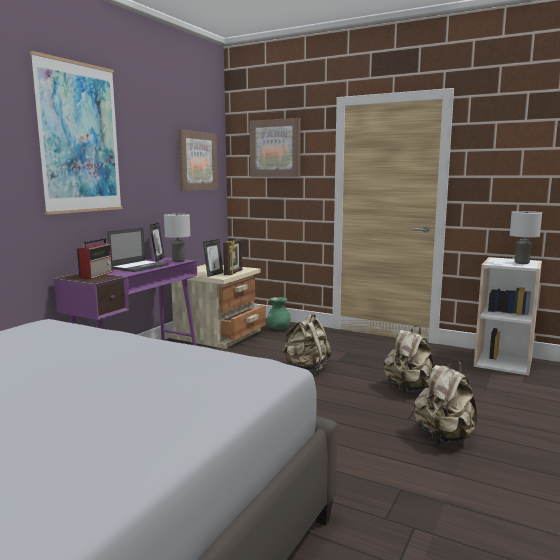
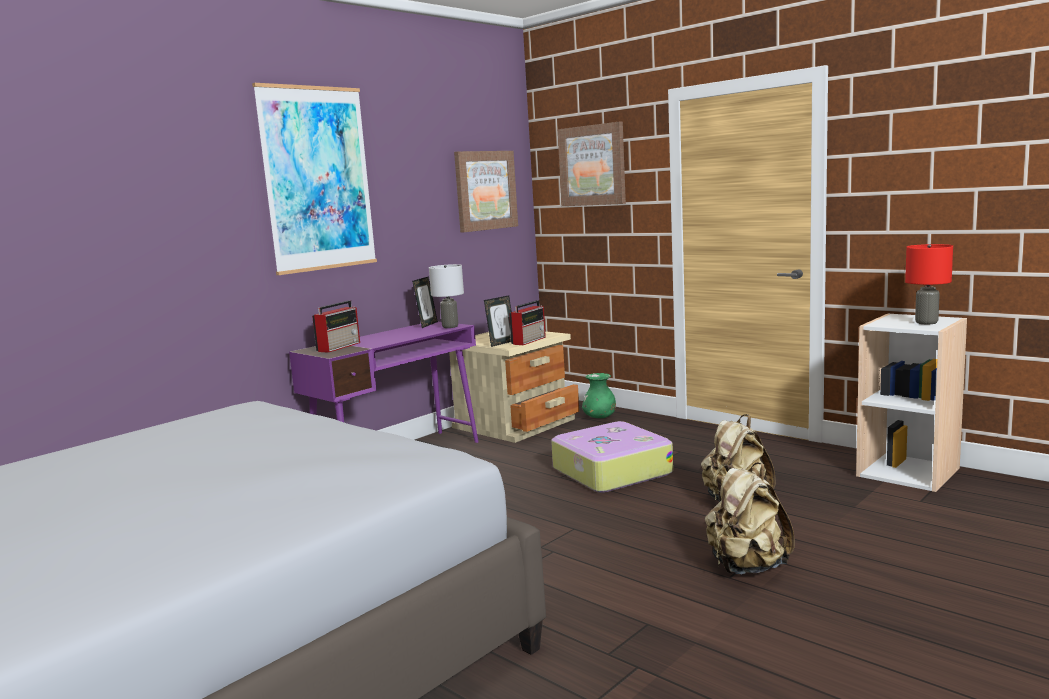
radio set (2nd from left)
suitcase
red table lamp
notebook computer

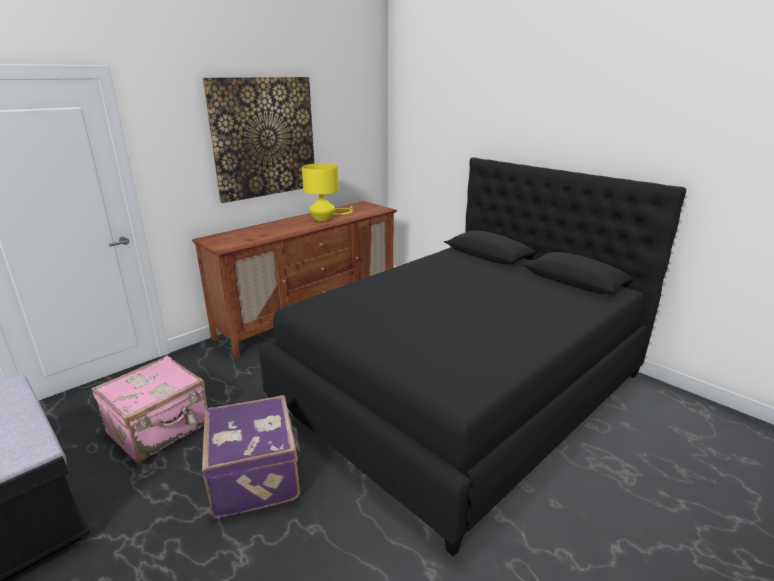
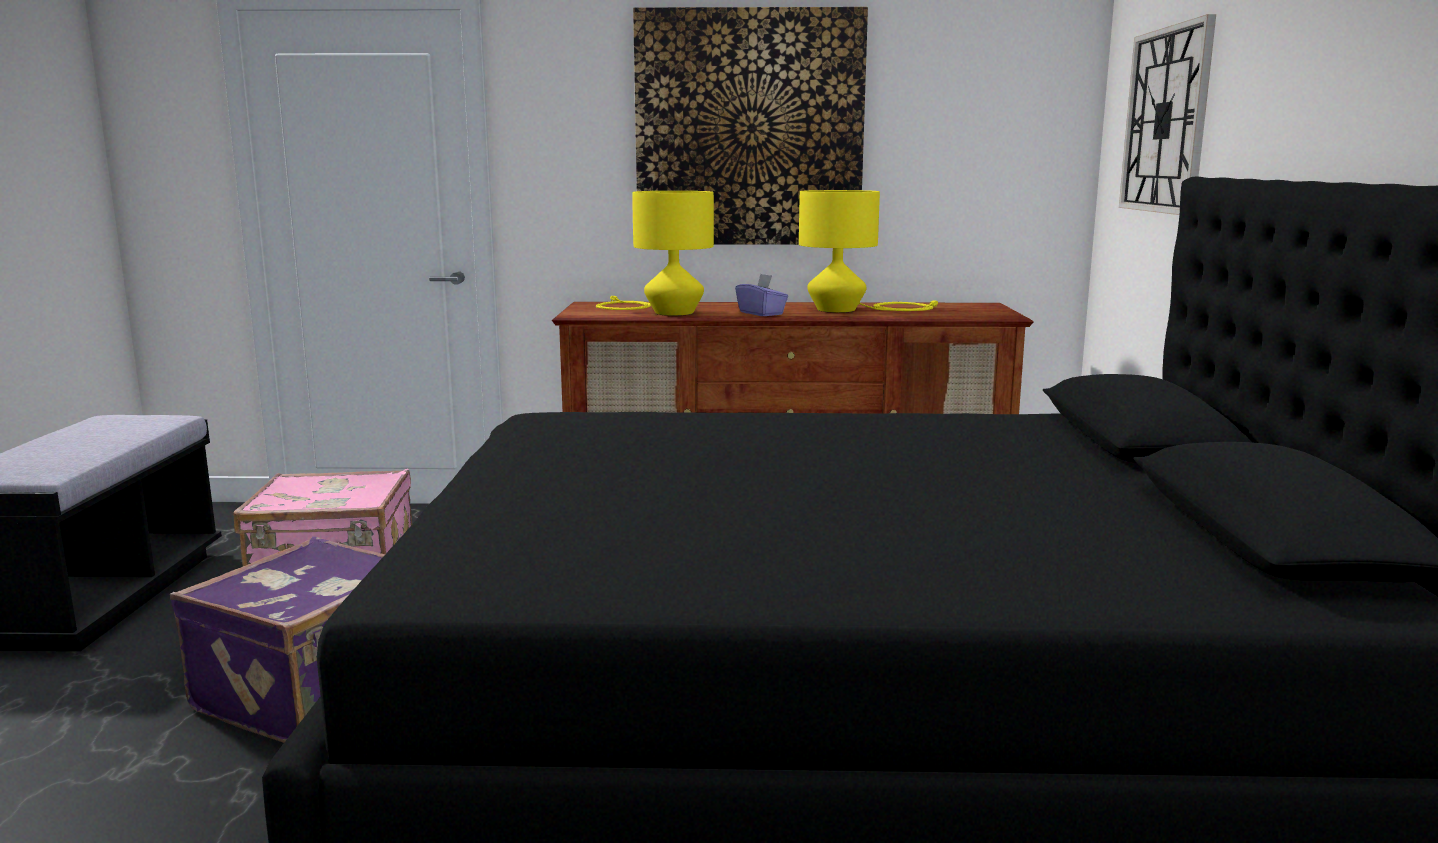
yellowish table lamp (1st from left)
purplish tissue box
hanging clock

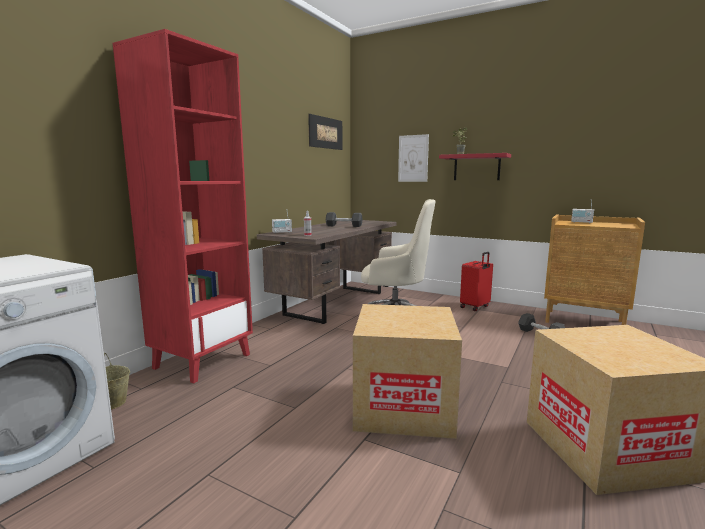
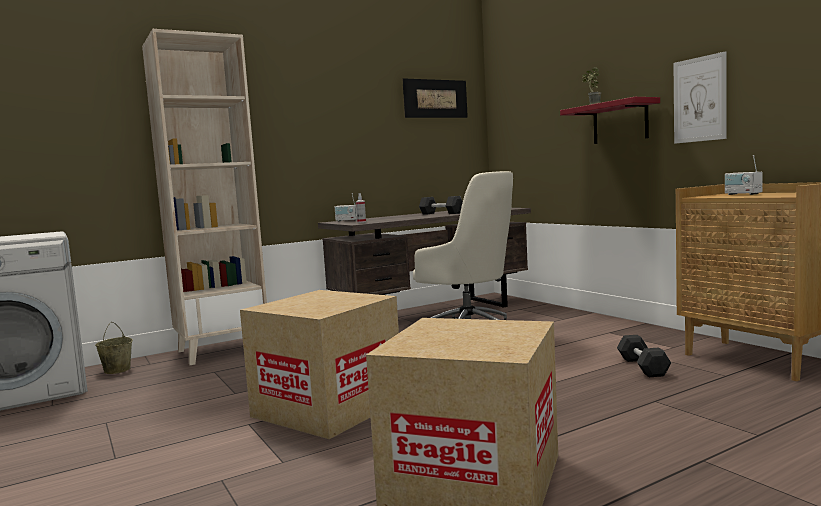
beige bookcase
picture (2nd from left)
red suitcase

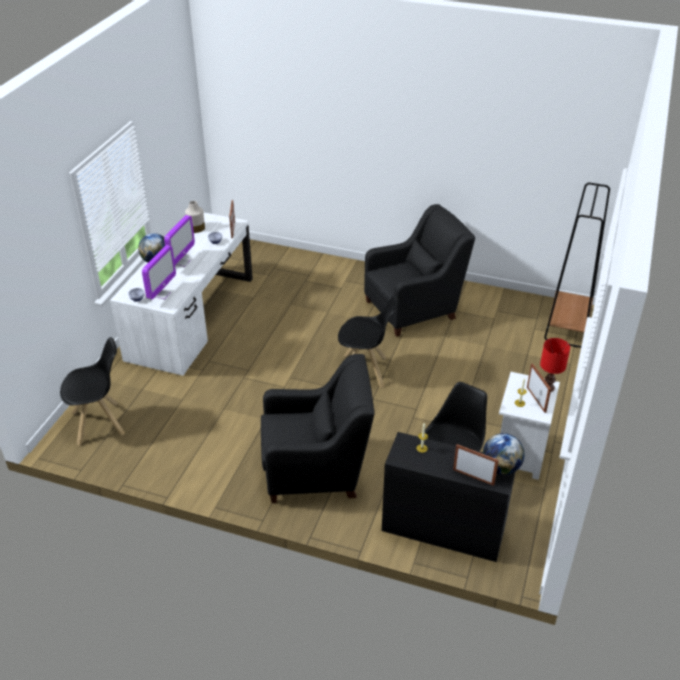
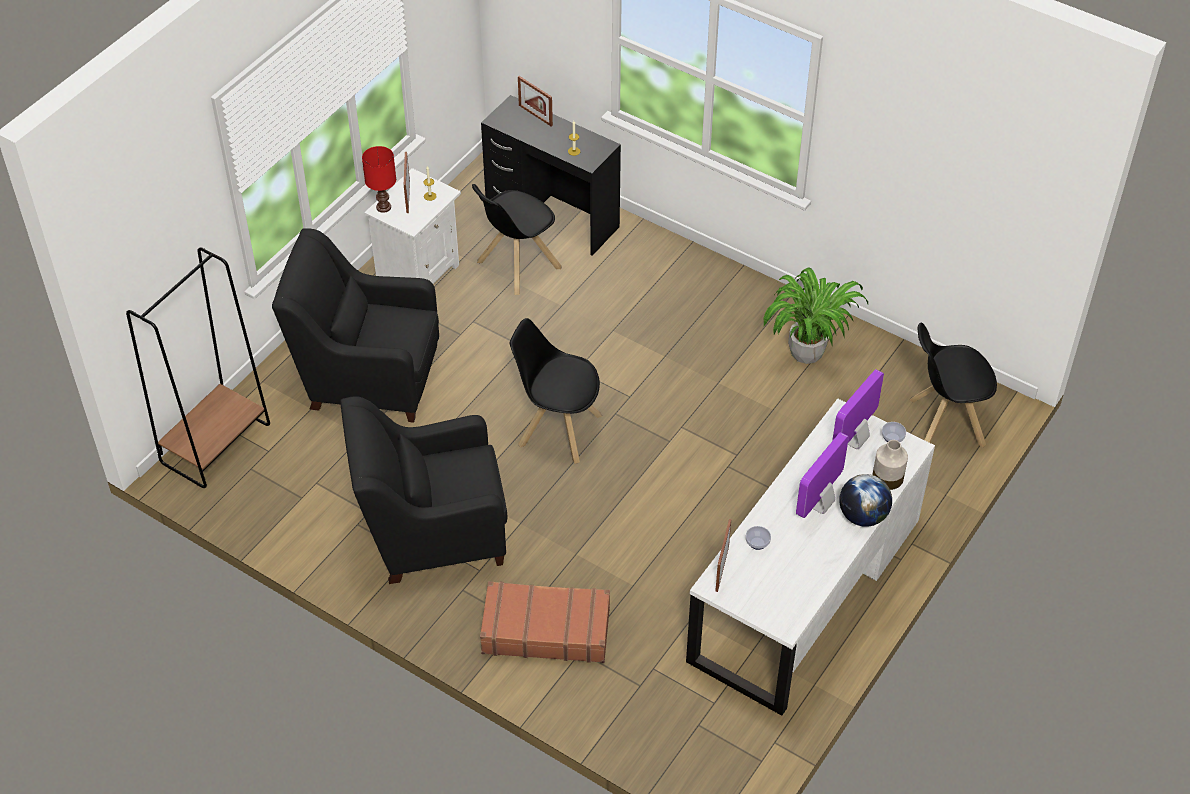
black easy chair (1st from left)
brownish suitcase
potted plant
beige vase
desk globe (2nd from left in the first image)

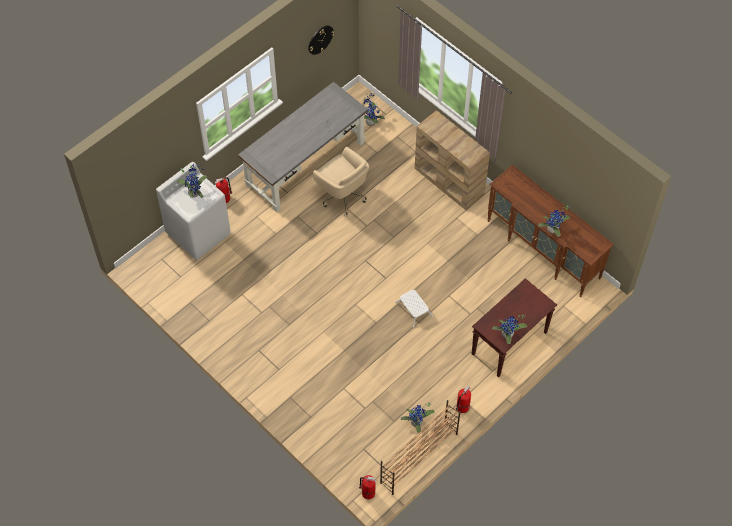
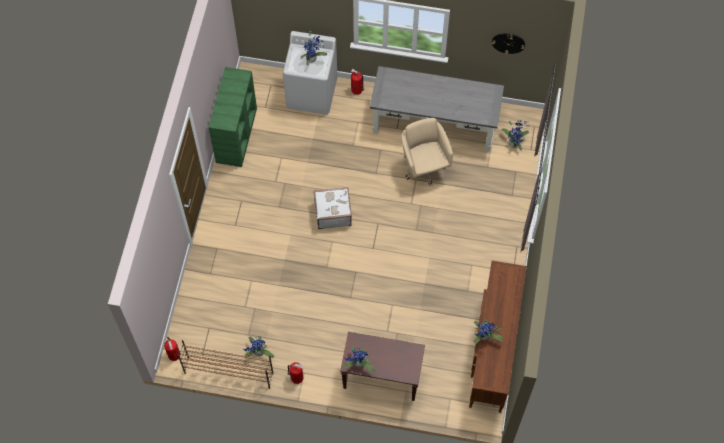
green bookcase
white-coloured suitcase
beige desk chair
white-coloured step stool
brownish bookcase

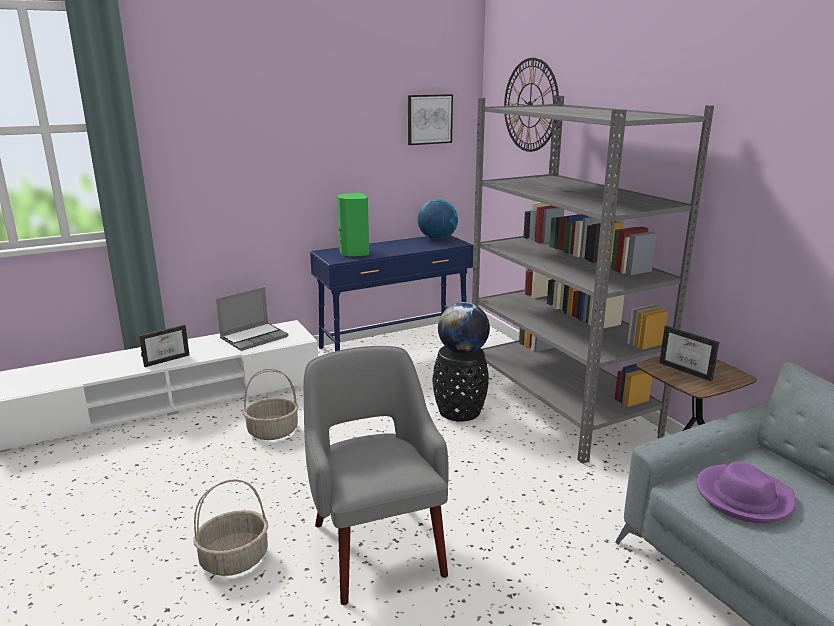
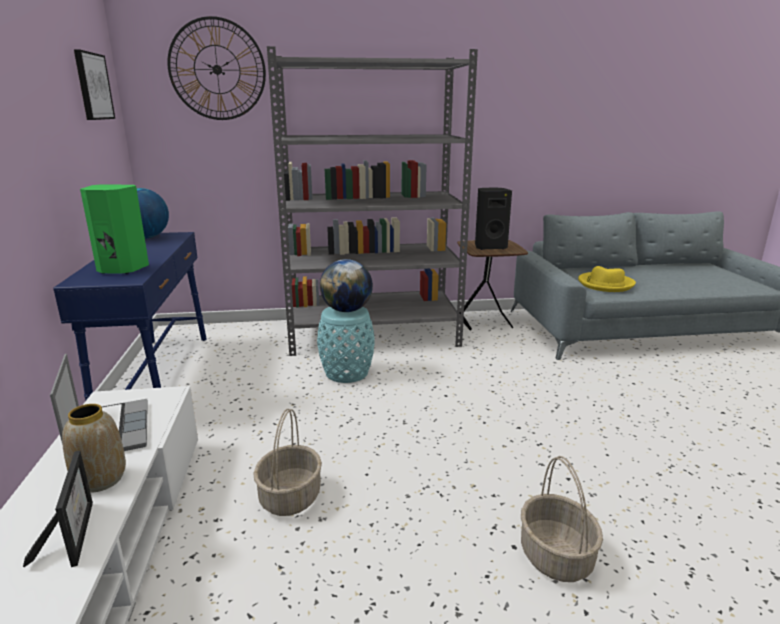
vase
turquoise stool
black audio speaker
yellowish hat
grey easy chair

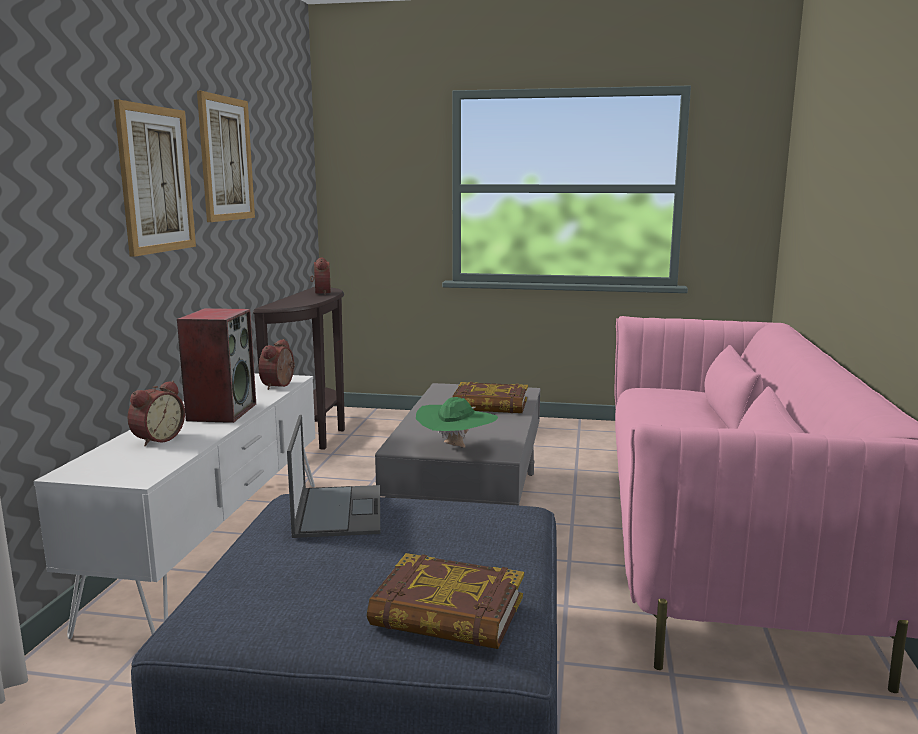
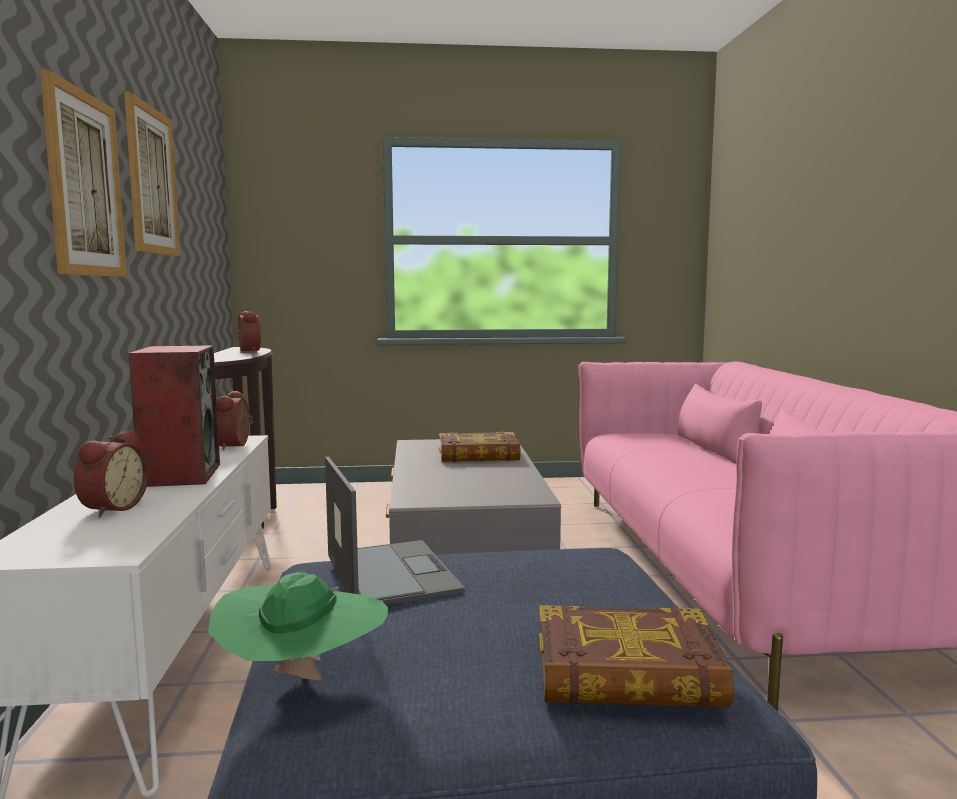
green hat

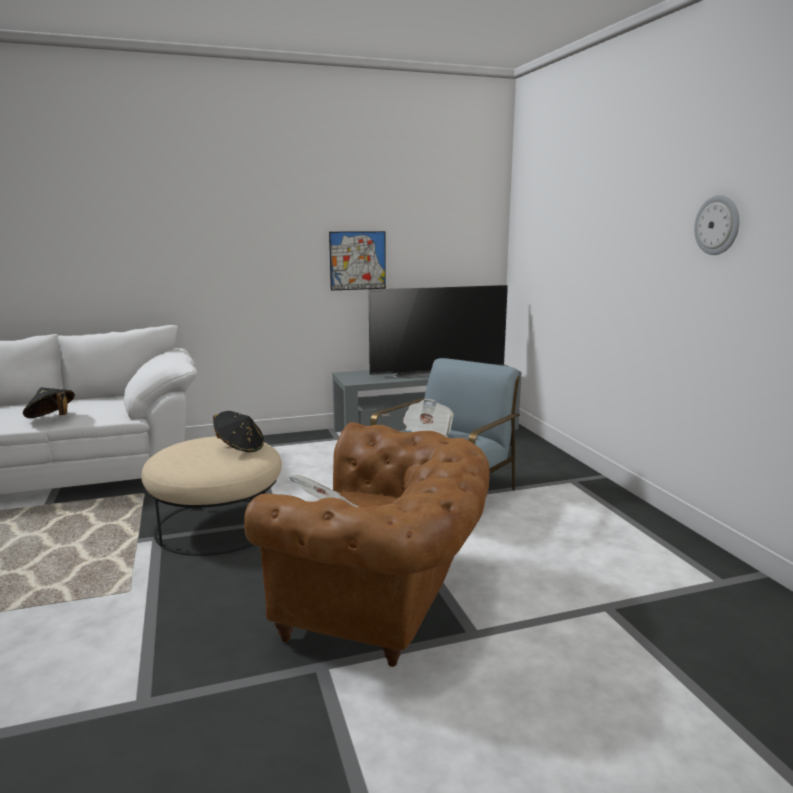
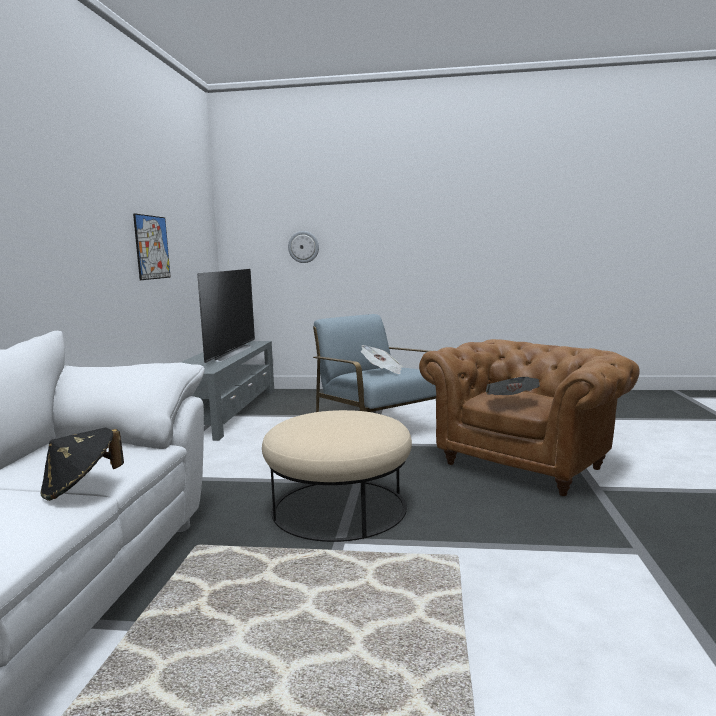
hanging clock
black hat (2nd from left in the first image)

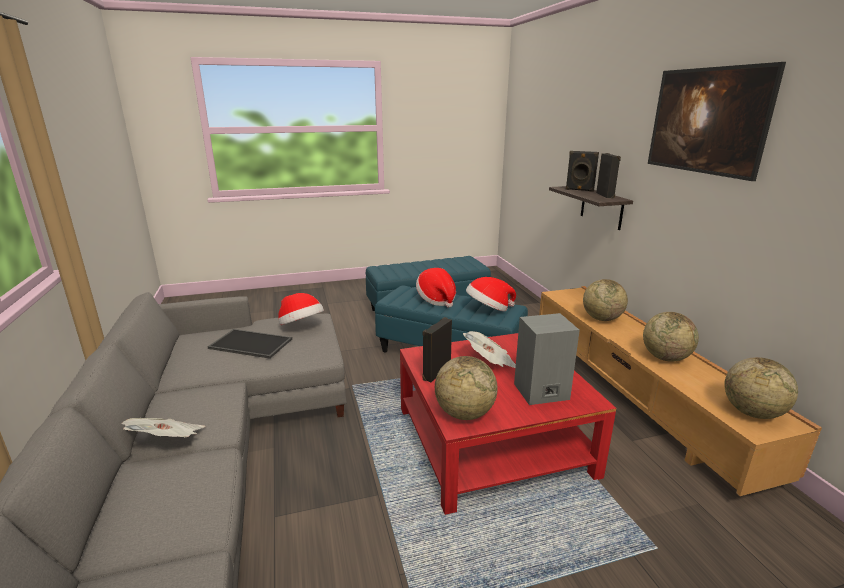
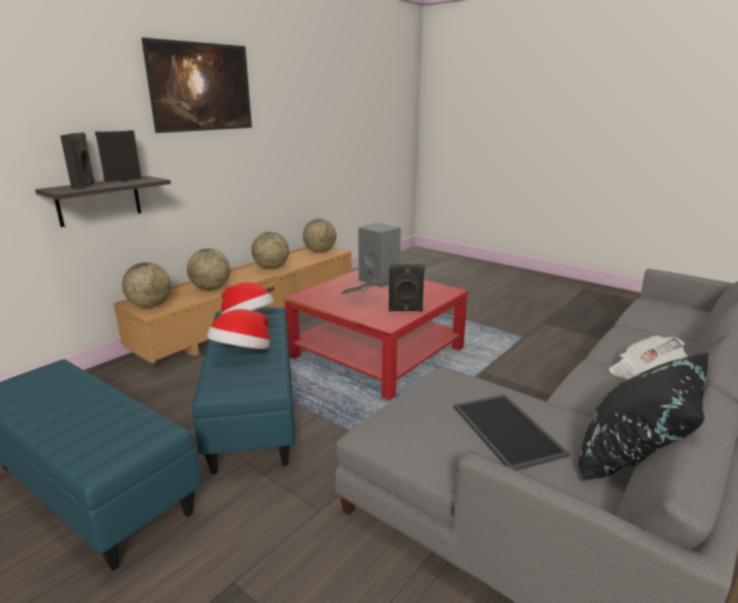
desk globe (1st from left)
black throw pillow
hat (1st from left in the first image)

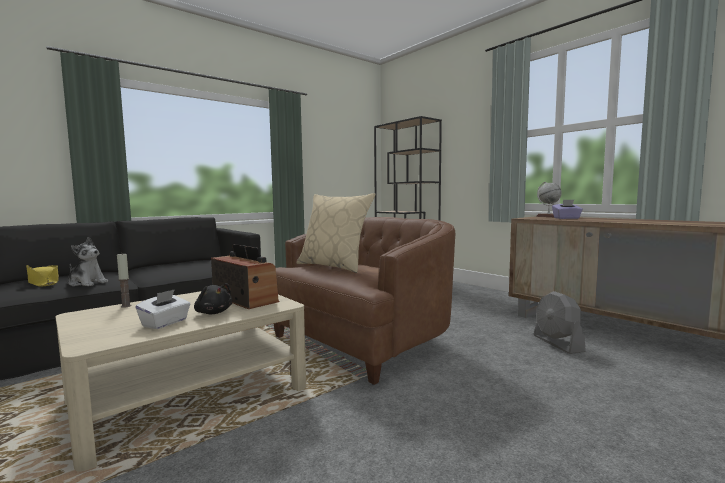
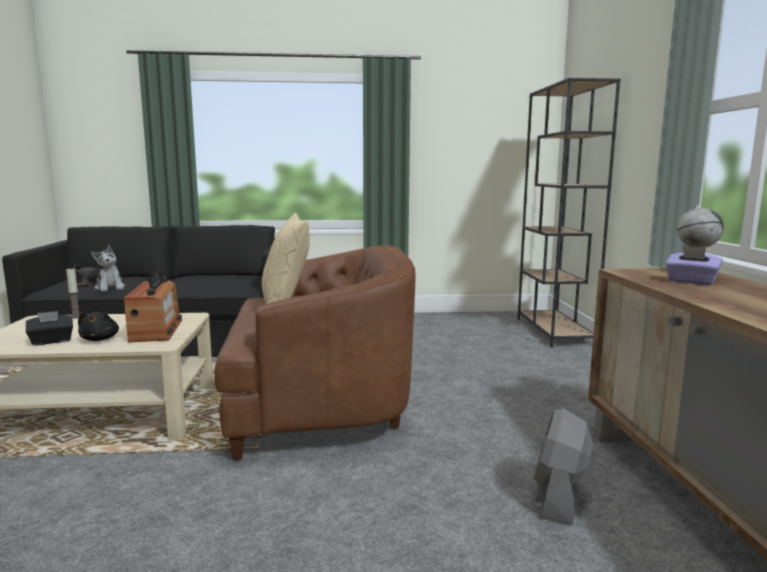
black tissue box
black hat

